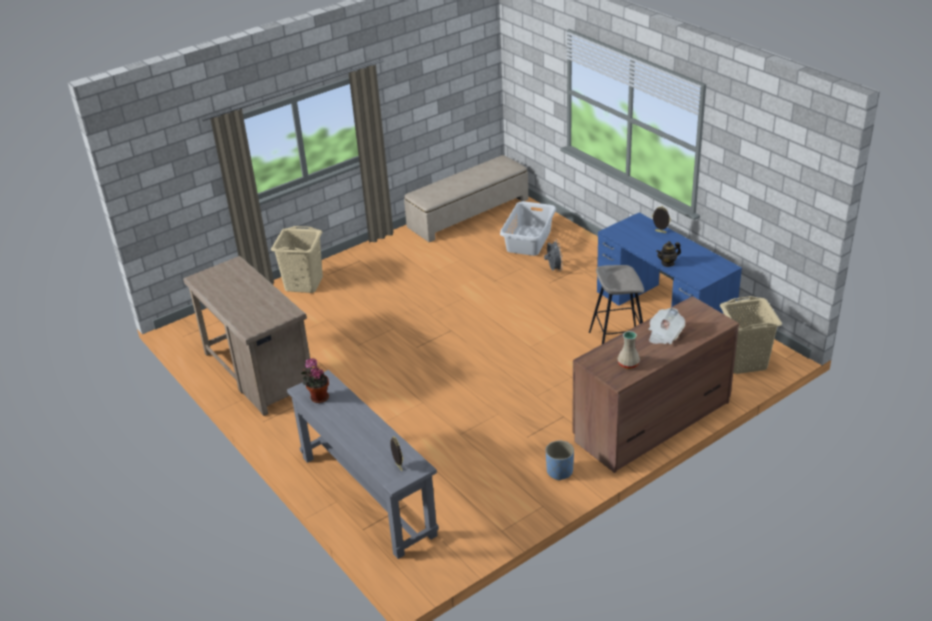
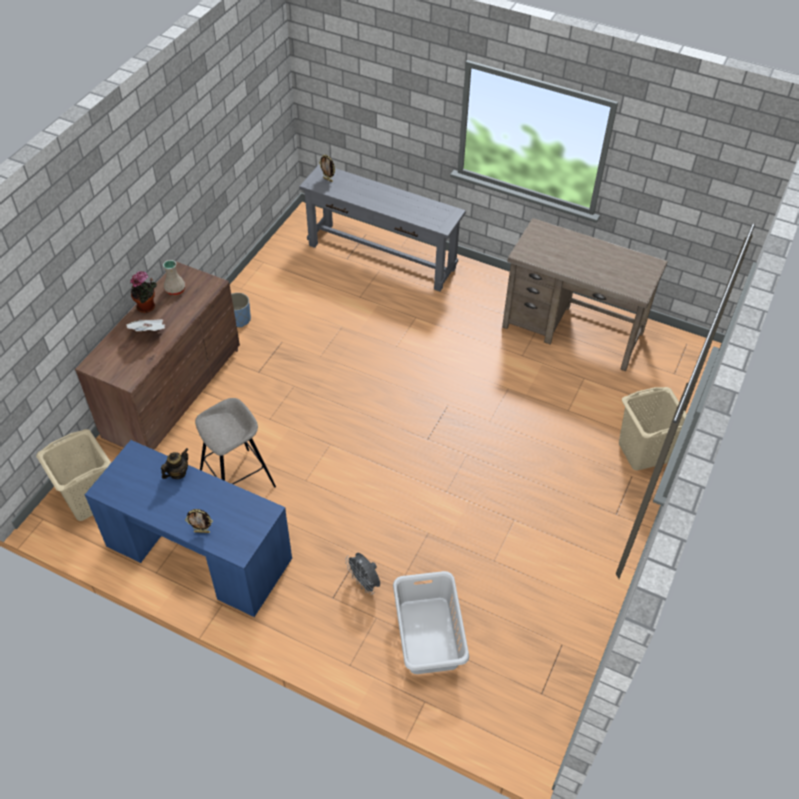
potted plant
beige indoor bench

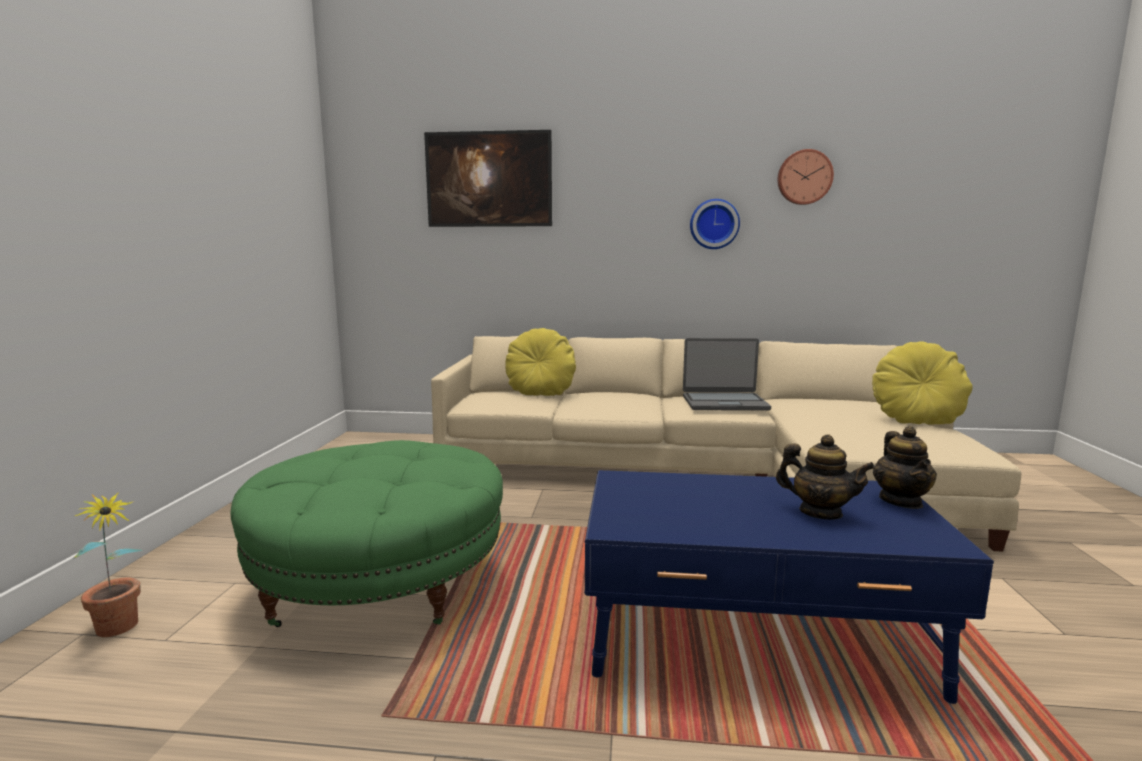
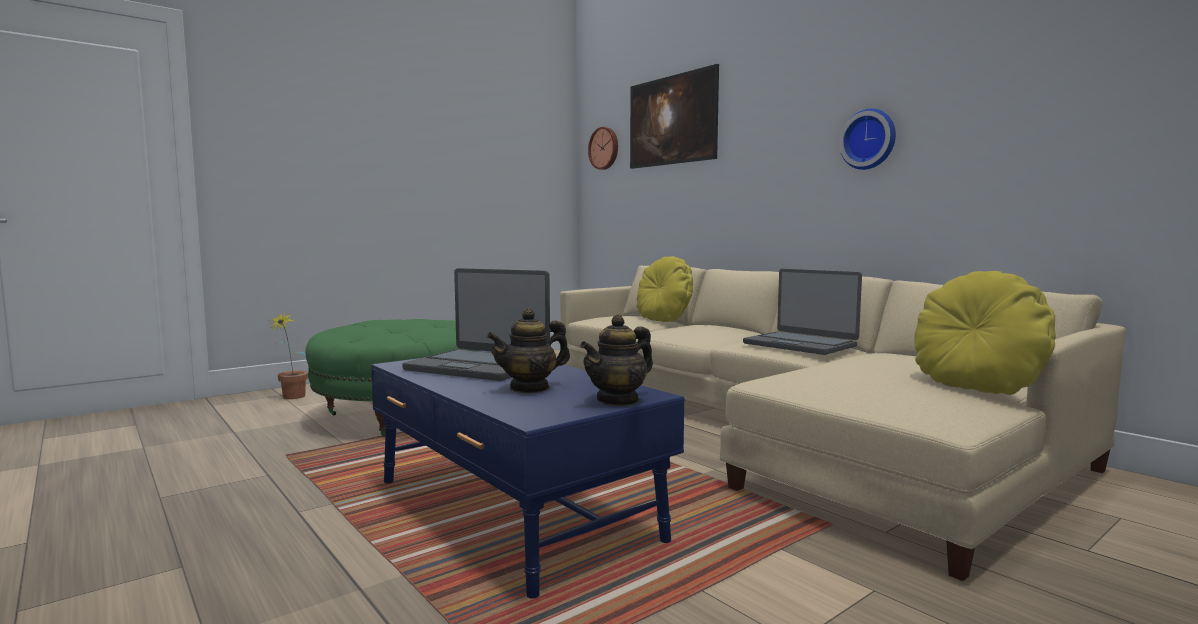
notebook computer (1st from left)
teapot (1st from left)
hanging clock (1st from left)

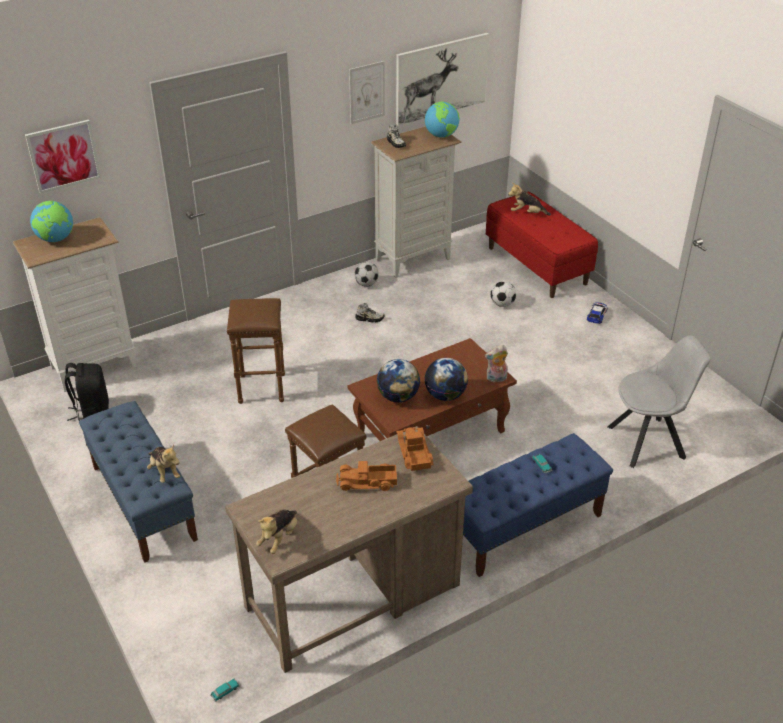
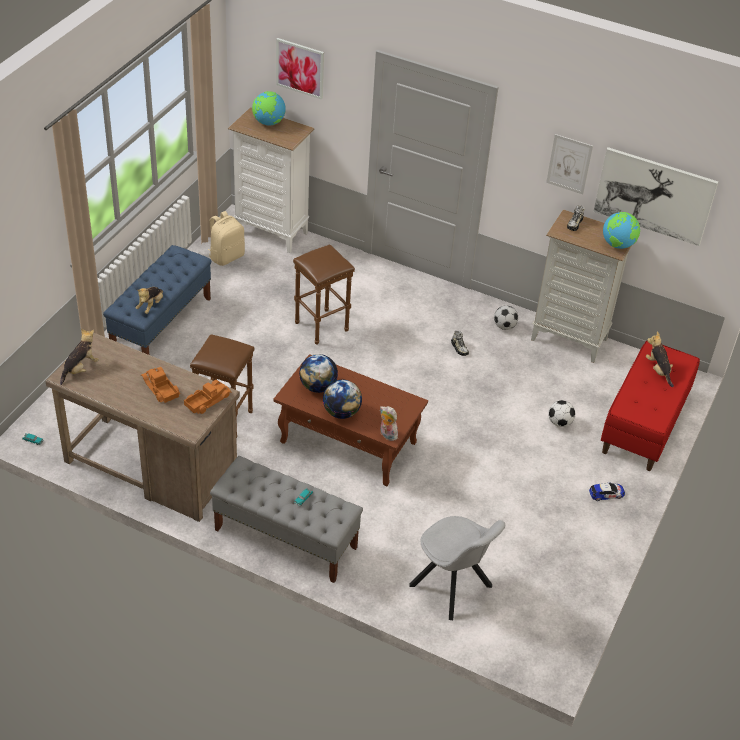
cuddly toy (1st from left)
beige knapsack
grey indoor bench

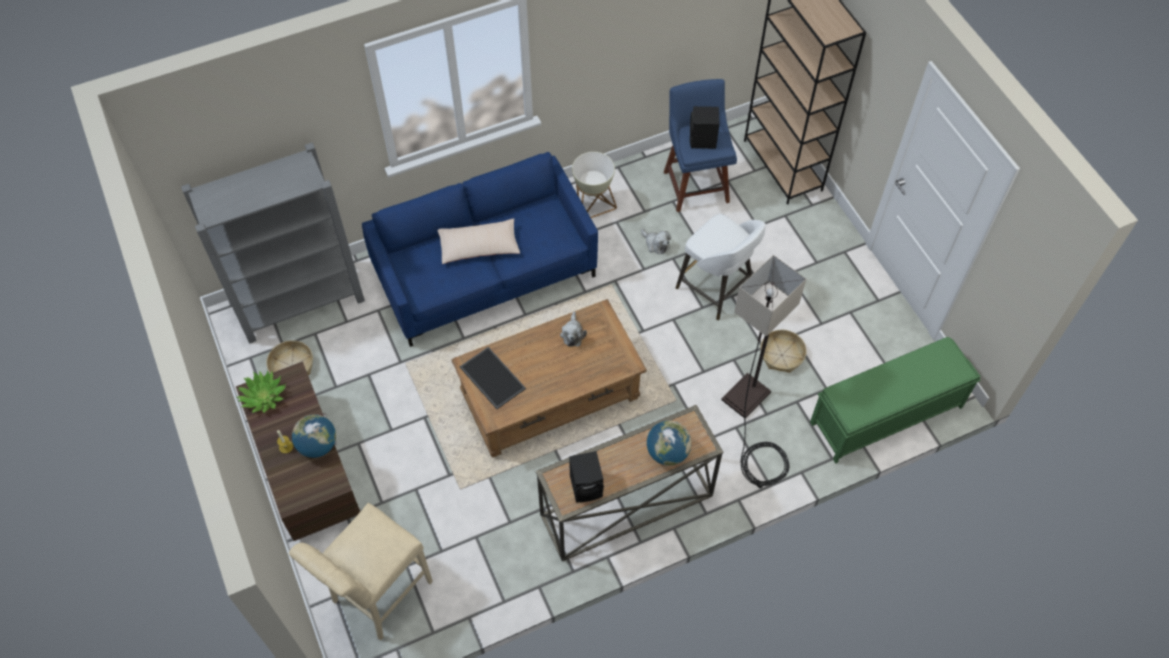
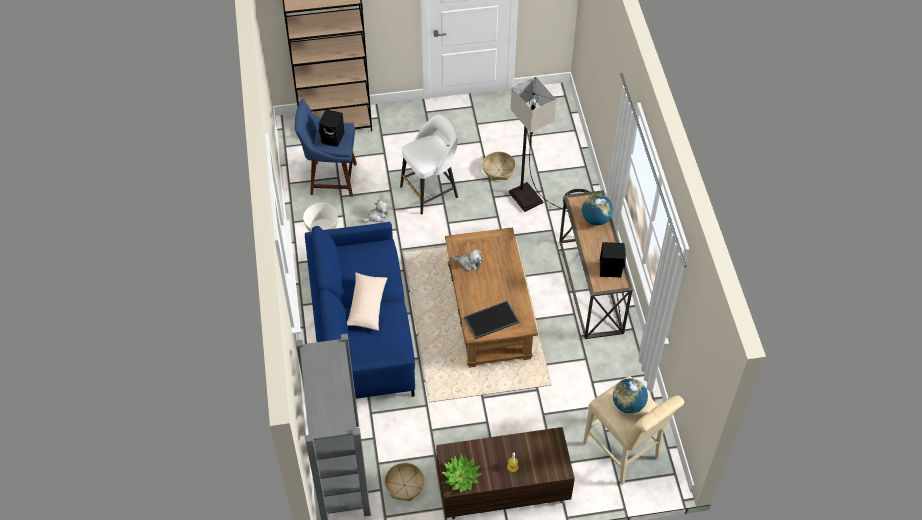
desk globe (2nd from left)
green indoor bench

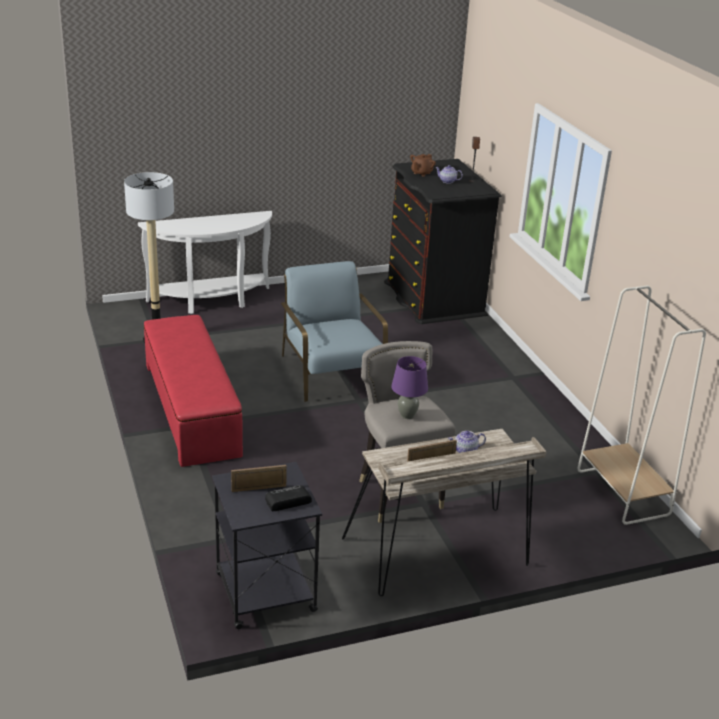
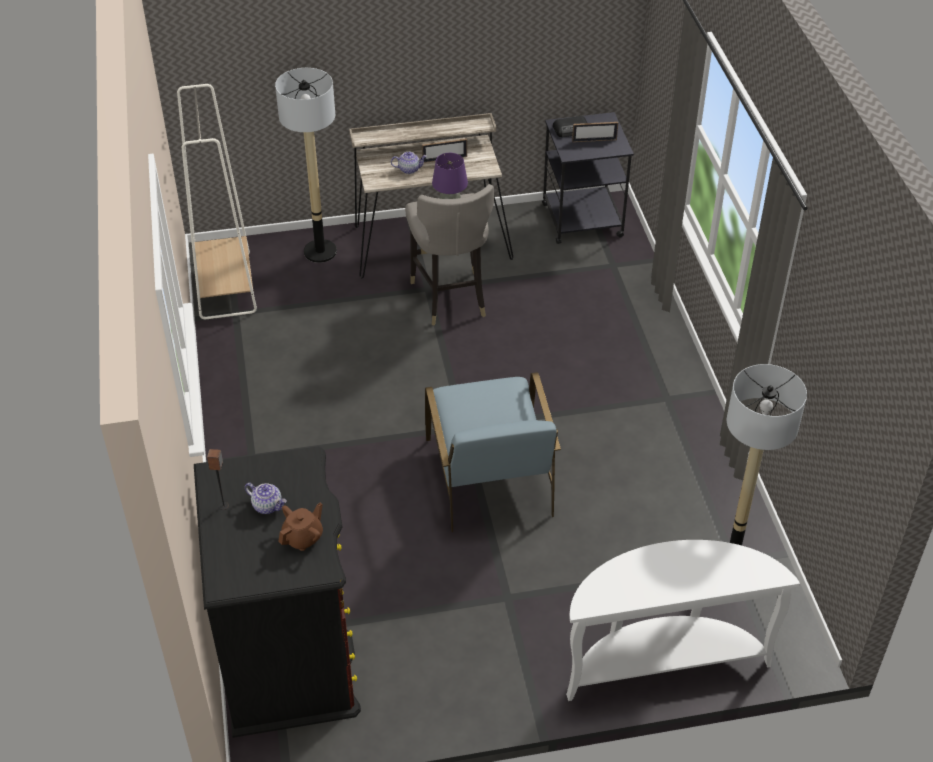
standing lamp (1st from left)
red indoor bench

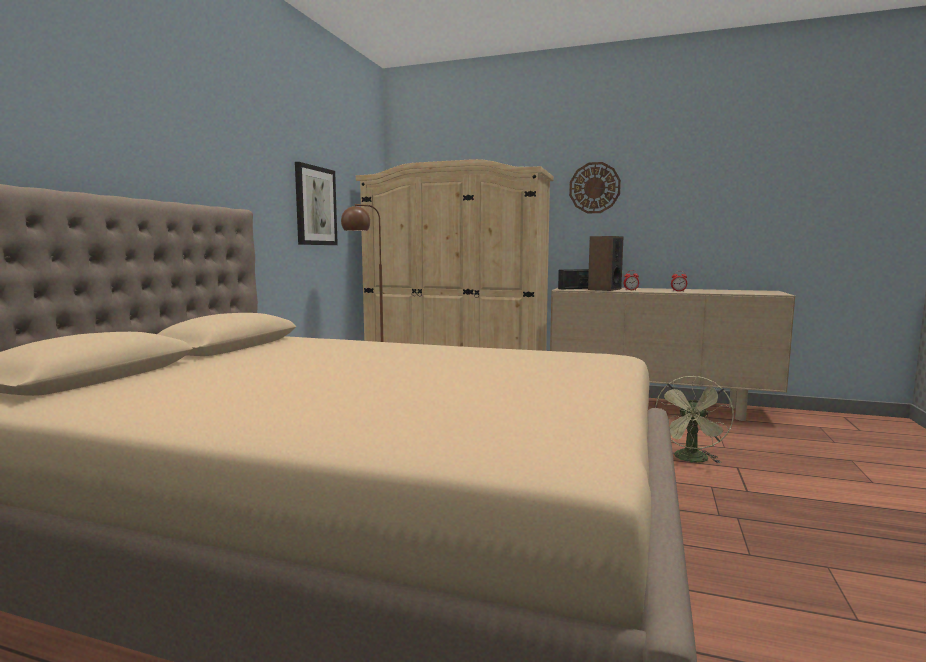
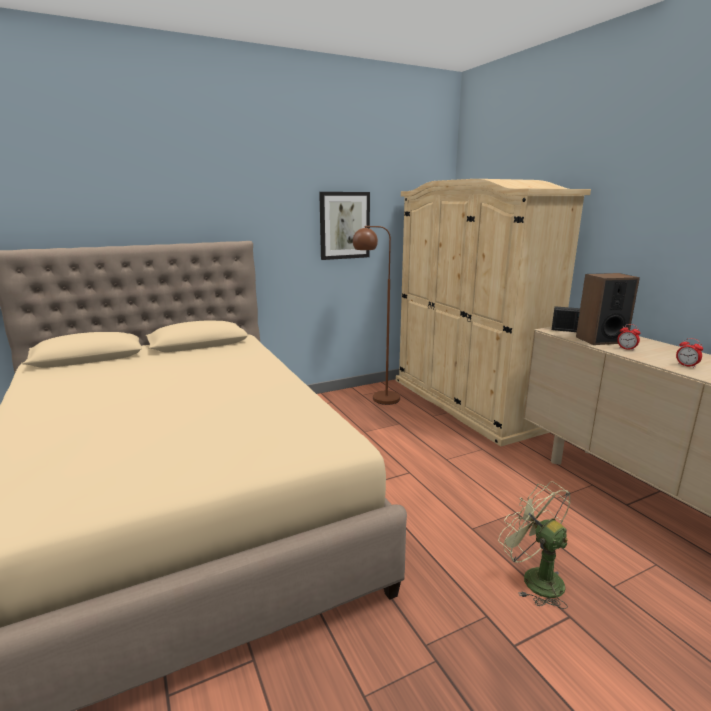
green cooling fan
hanging clock

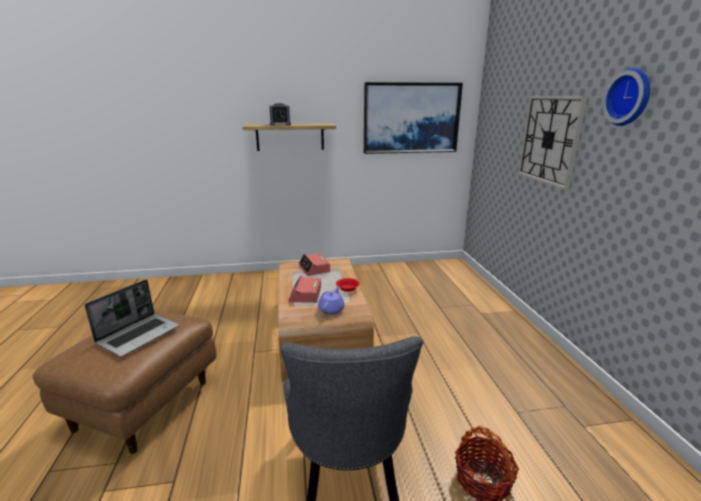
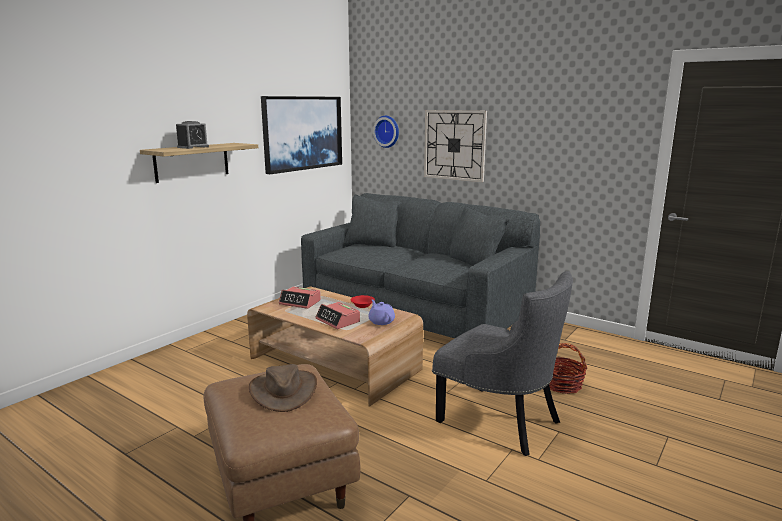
brownish hat
grey settee
hanging clock (1st from left)

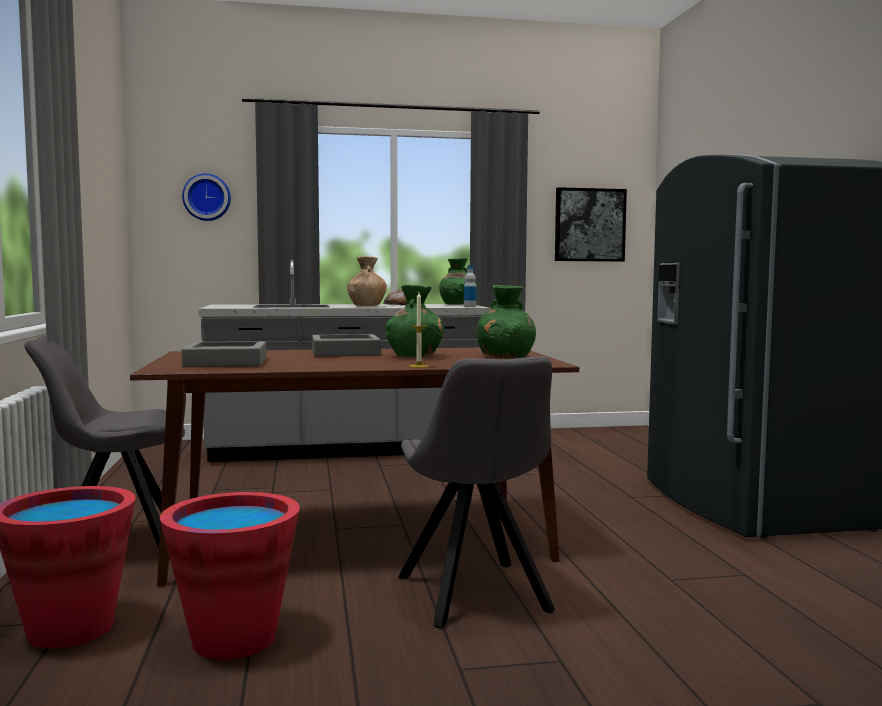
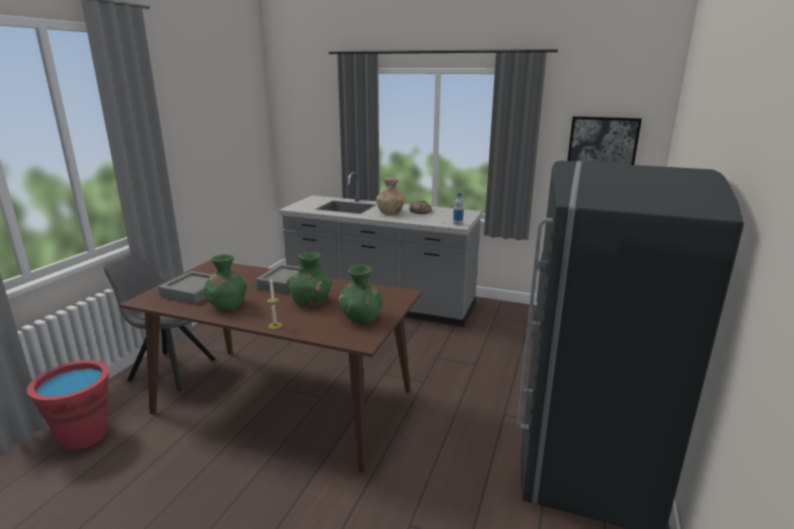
green vase (1st from left)
red bucket (2nd from left in the first image)
hanging clock
grey upright chair (2nd from left in the first image)

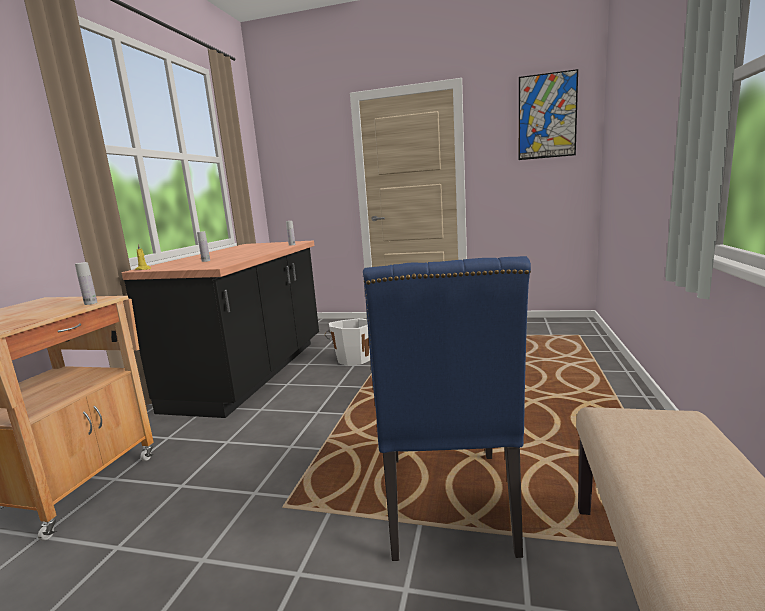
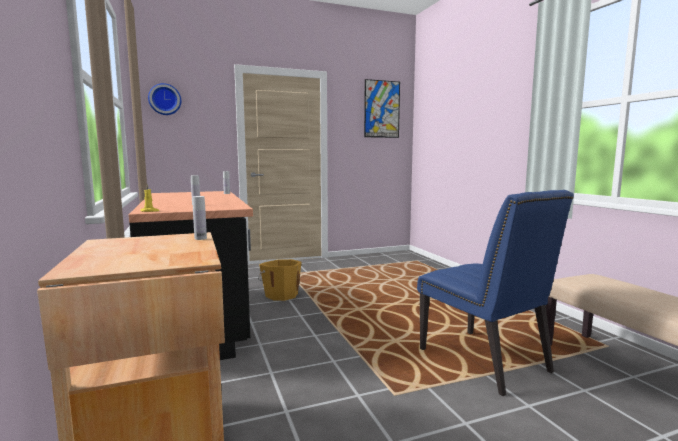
hanging clock
orange-coloured bucket

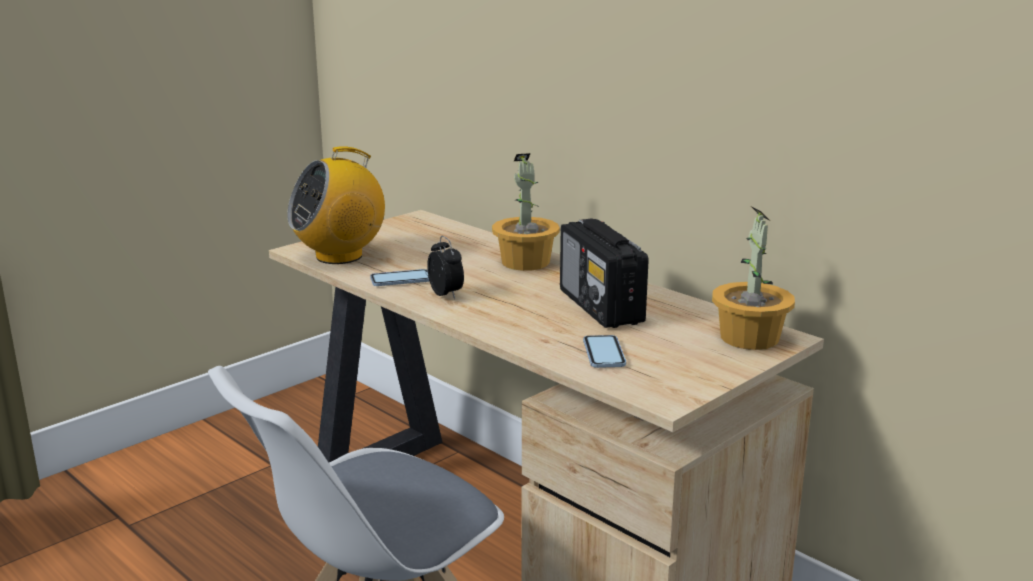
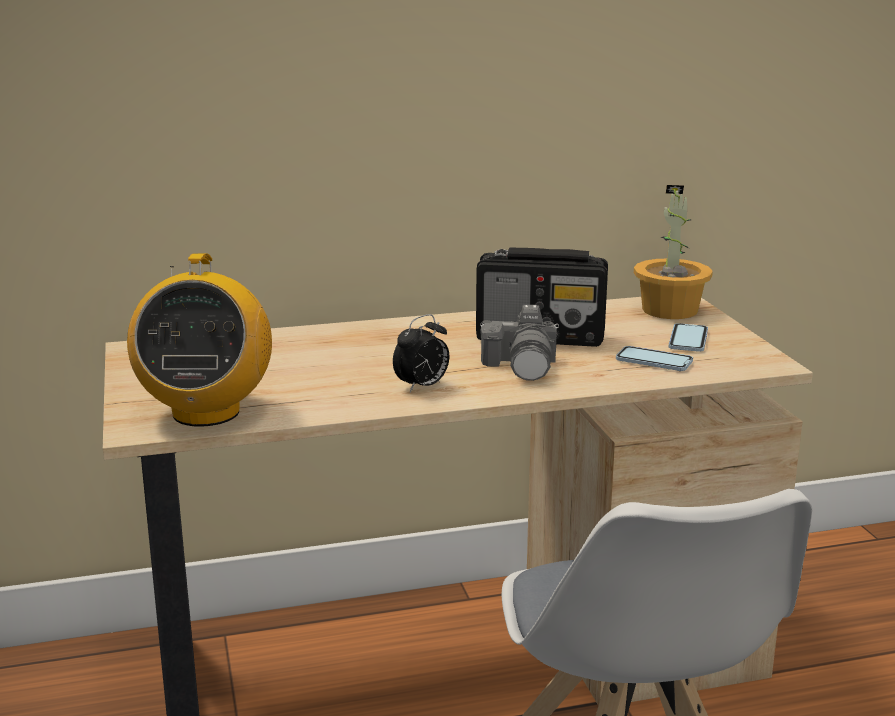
alarm clock
still camera
handset (2nd from left)
potted plant (1st from left in the first image)

